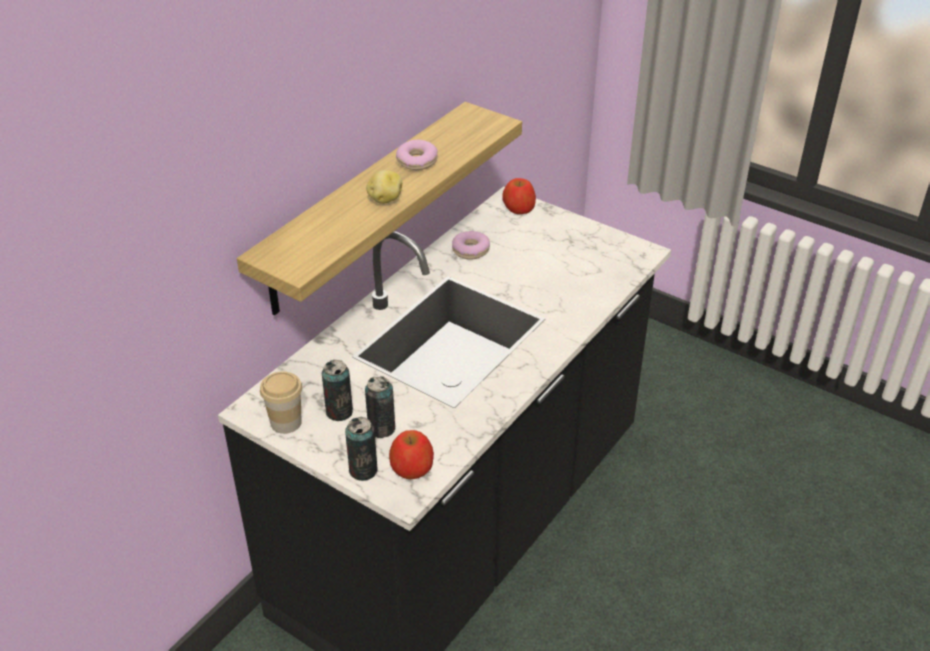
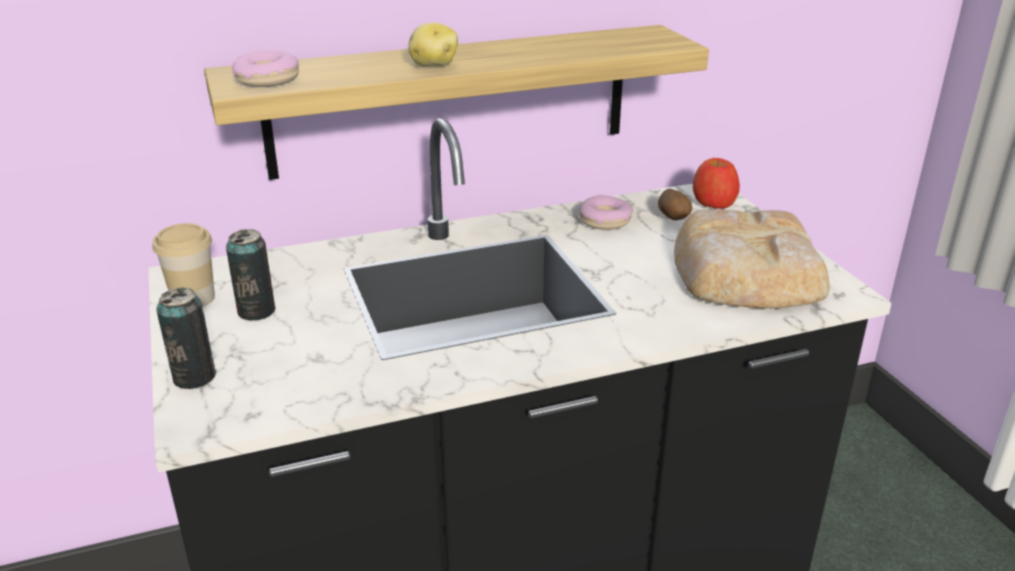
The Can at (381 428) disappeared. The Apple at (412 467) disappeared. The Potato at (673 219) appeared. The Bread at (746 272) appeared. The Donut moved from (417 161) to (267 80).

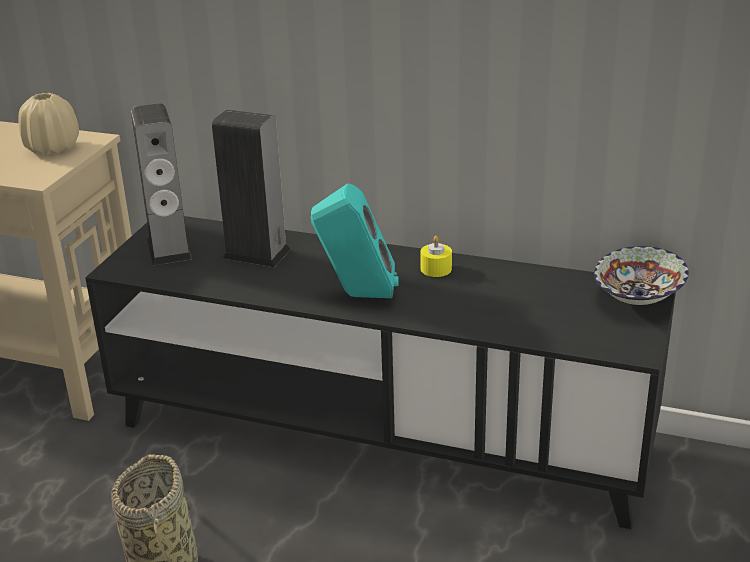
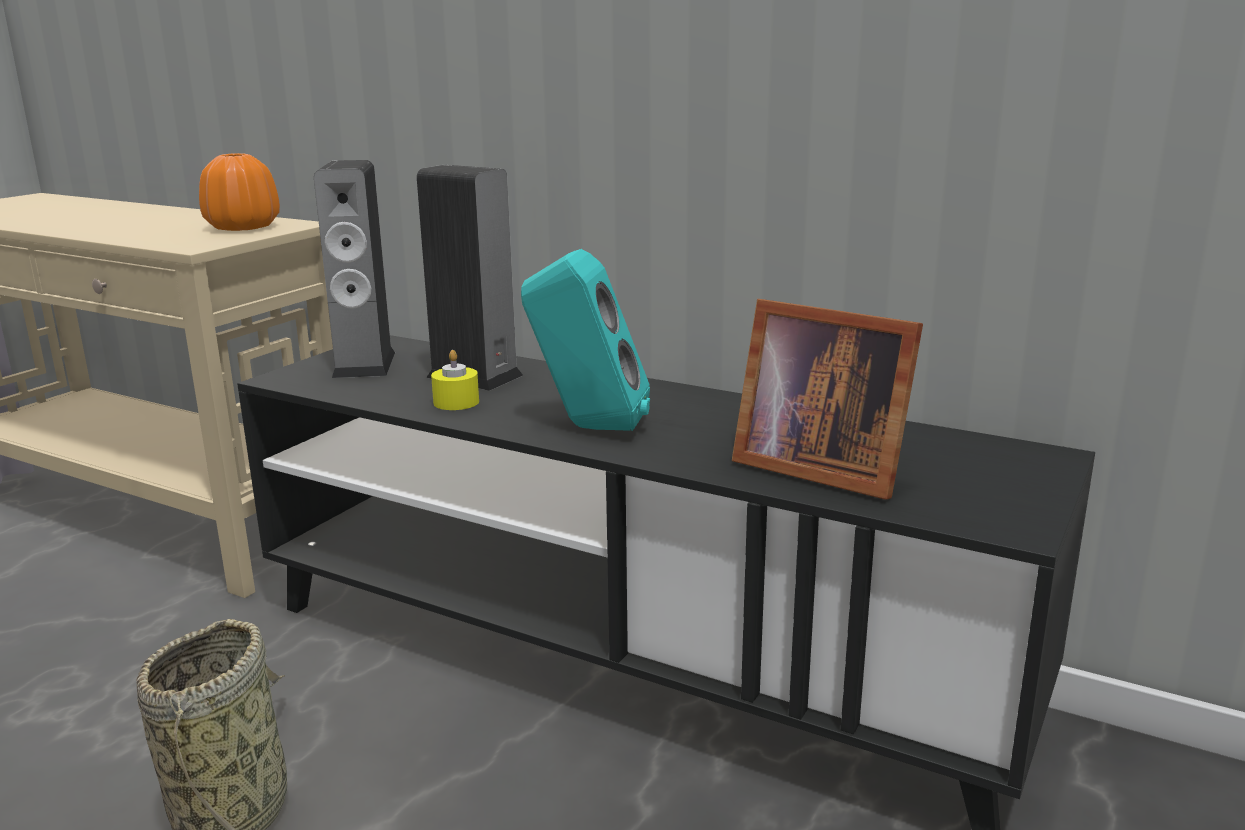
The Bowl at (639 298) disappeared. The PictureFrame at (817 467) appeared. The YellowCandle moved from (436 269) to (456 402). The BeigeVase at (52 148) became the OrangeVase at (243 228).

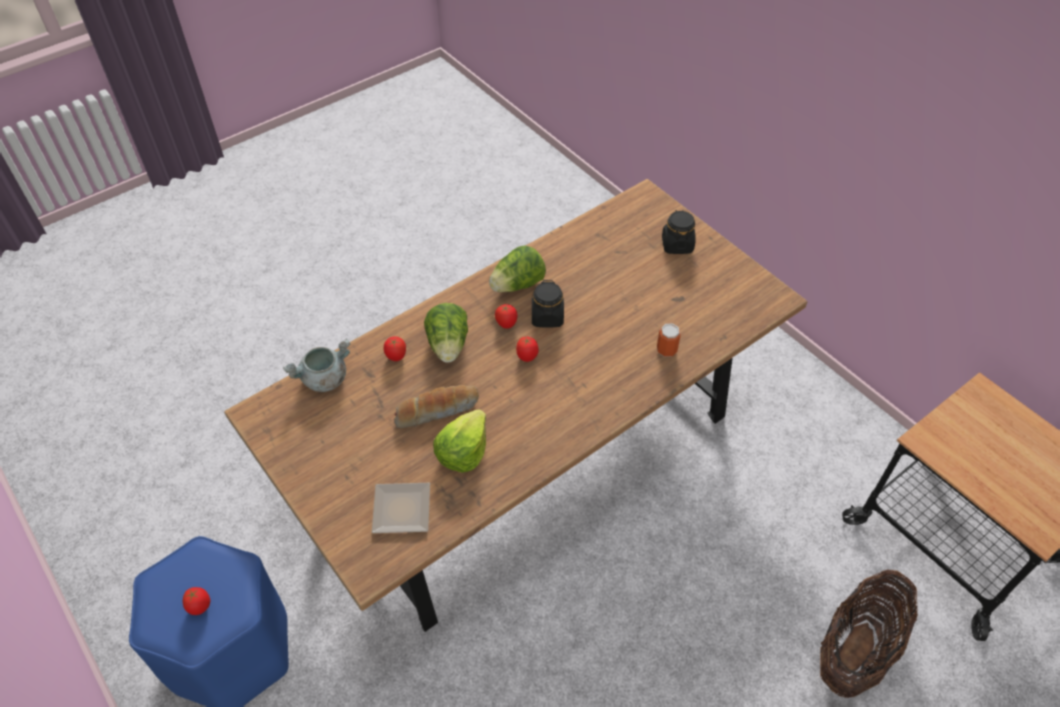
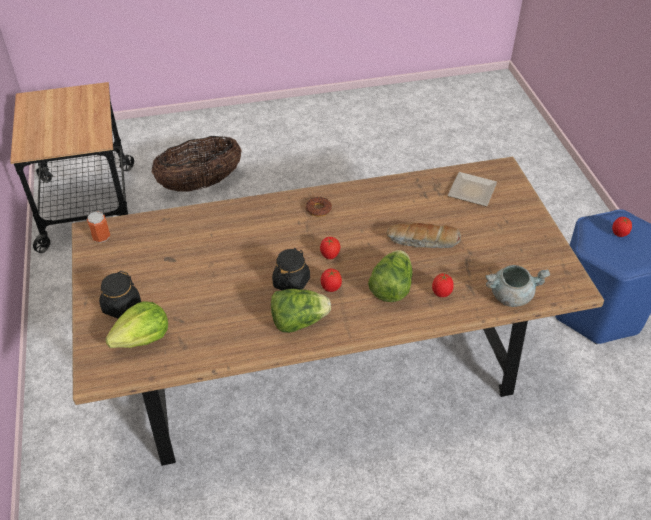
The Donut at (318 209) appeared. The Lettuce moved from (462 451) to (143 338). The Can moved from (666 350) to (101 237).

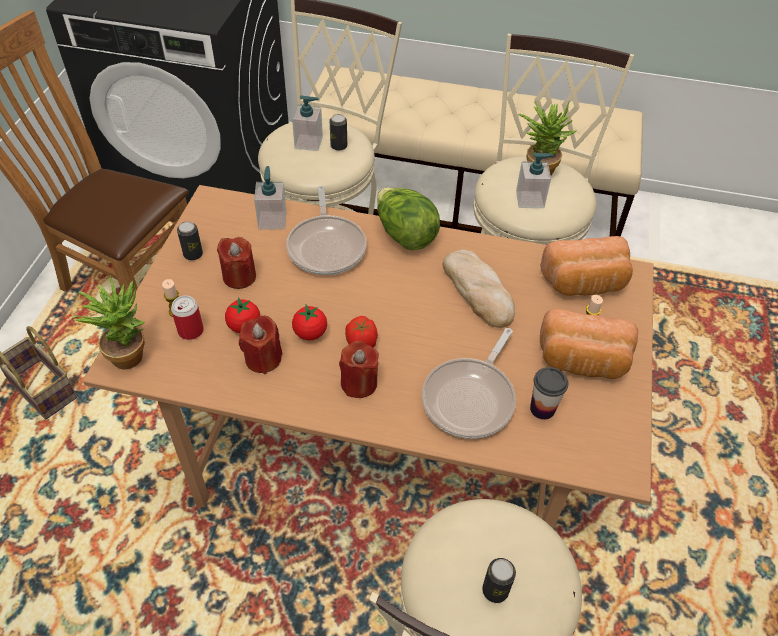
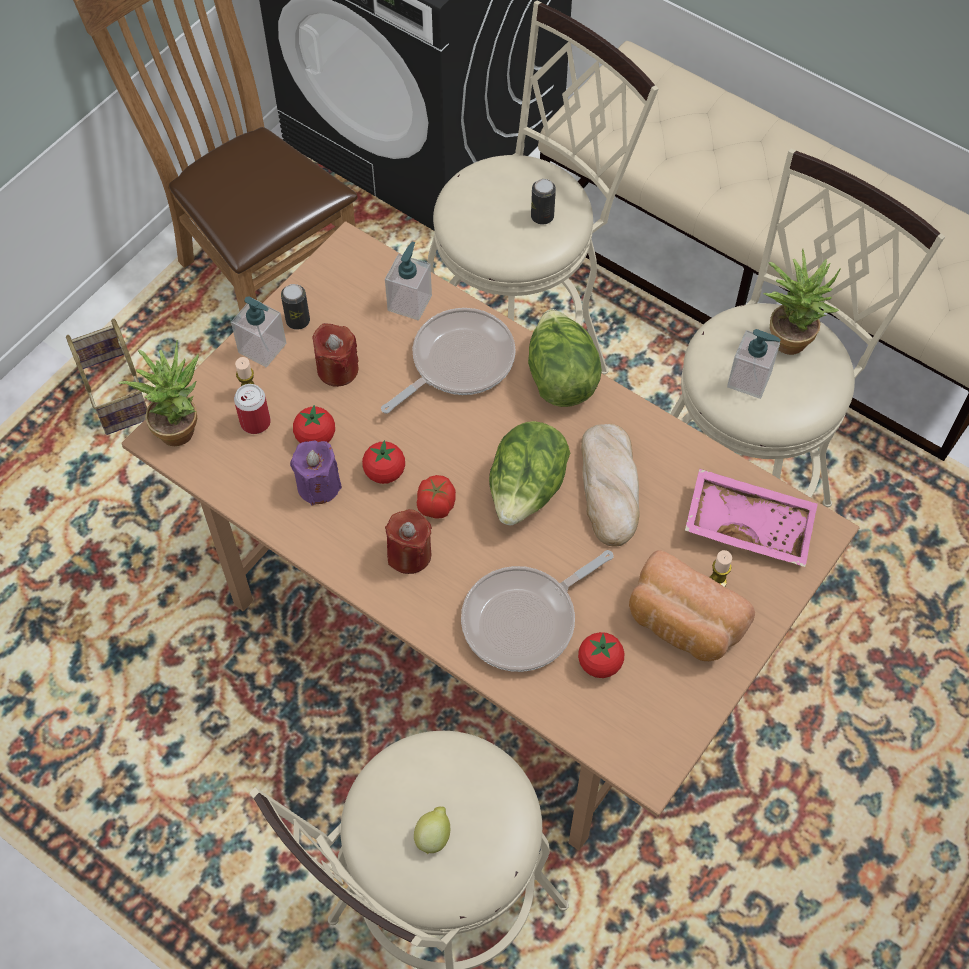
The Lettuce at (526 491) appeared. The SoapDispenser moved from (309 142) to (262 348). The Can at (495 590) was replaced by the Lemon at (433 836). The Cup at (542 409) was replaced by the Tomato at (599 663). The Bread at (584 284) was replaced by the PinkTray at (749 524). The RedCandle at (263 358) became the PurpleCandle at (318 485). The FryingPan at (327 246) turned 150 degrees counterclockwise.

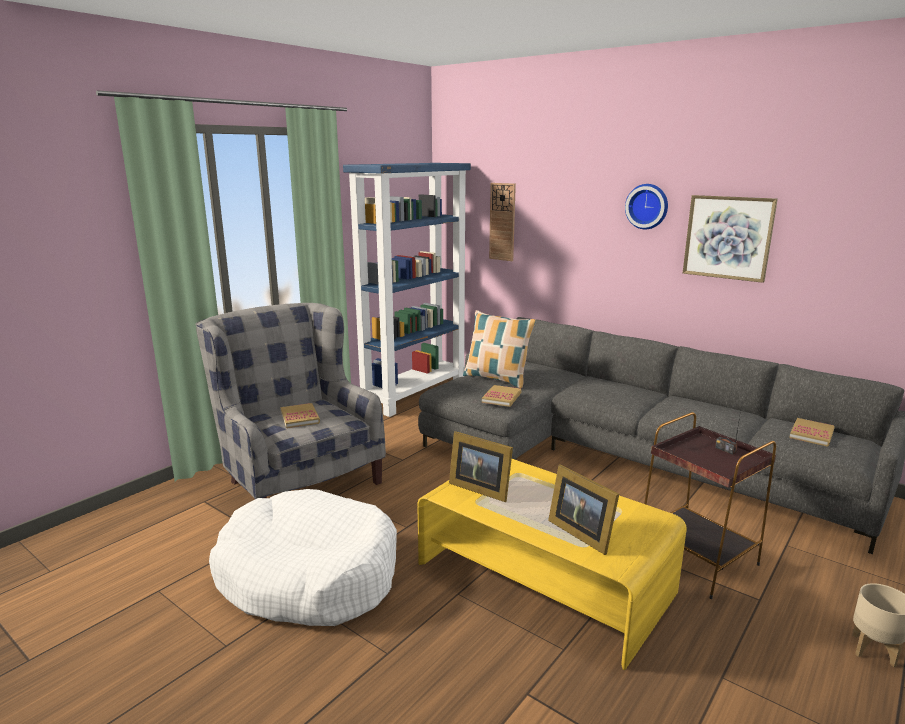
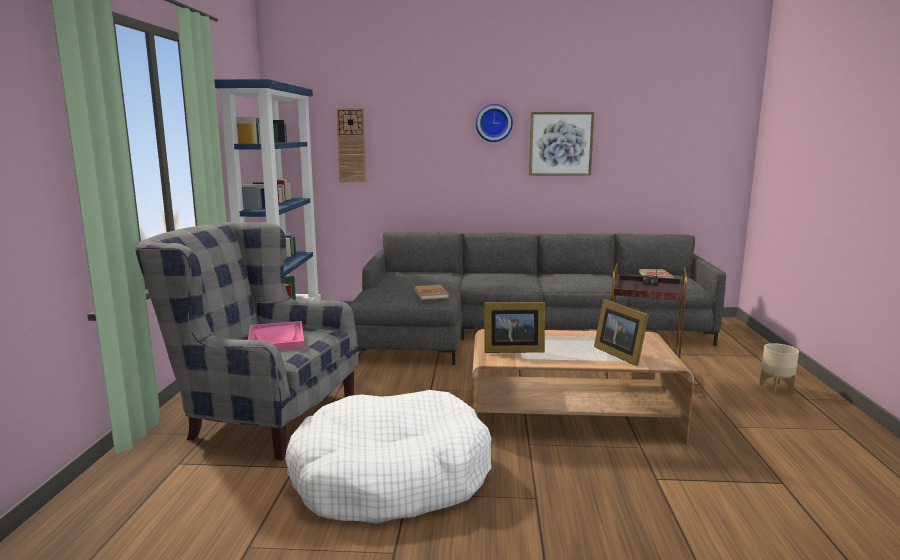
The Pillow at (497 379) disappeared. The Book at (300 417) was replaced by the PinkTray at (276 339). The YellowCoffeeTable at (543 578) became the BrownCoffeeTable at (571 414). The PictureFrame at (580 532) turned 45 degrees clockwise.

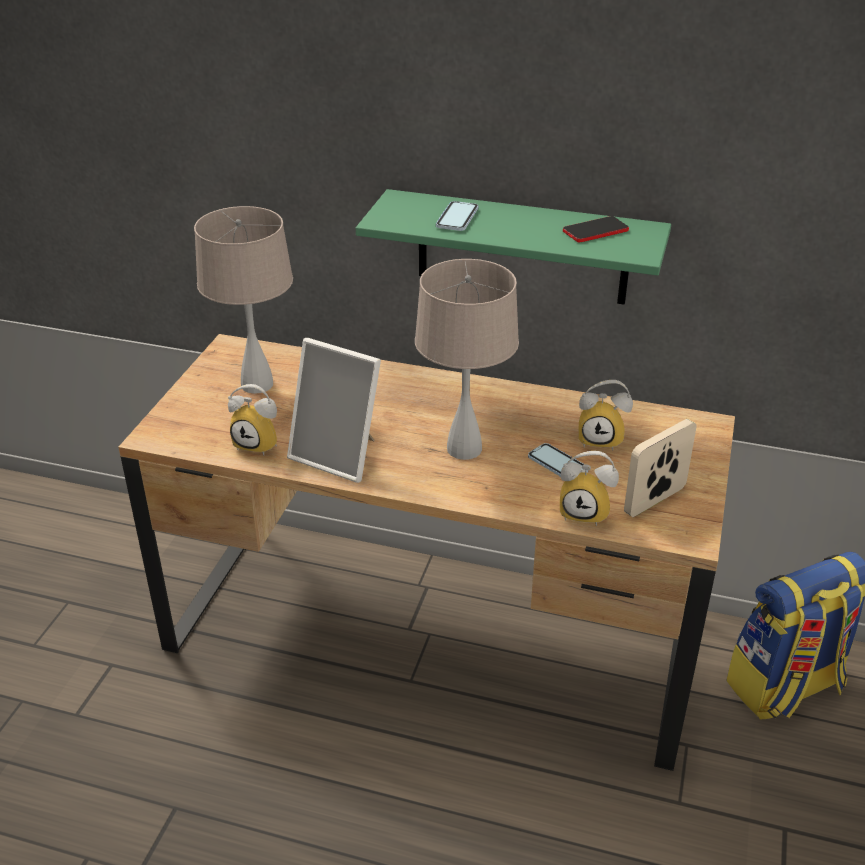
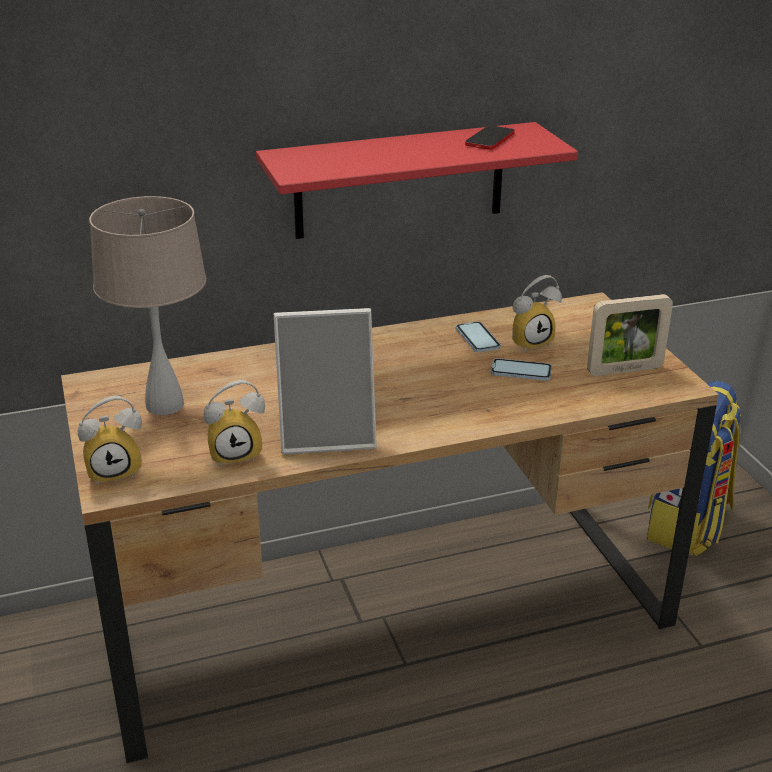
The BeigeTableLamp at (464 449) disappeared. The Phone moved from (457 218) to (477 338). The AlarmClock moved from (586 512) to (116 470). The GreenShelf at (522 248) became the RedShelf at (400 181). The PictureFrame at (654 500) turned 120 degrees counterclockwise.

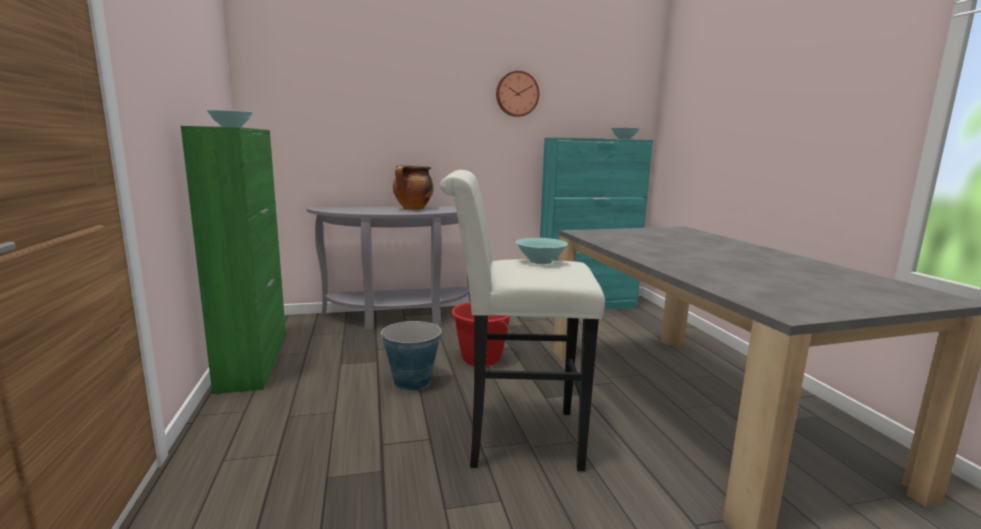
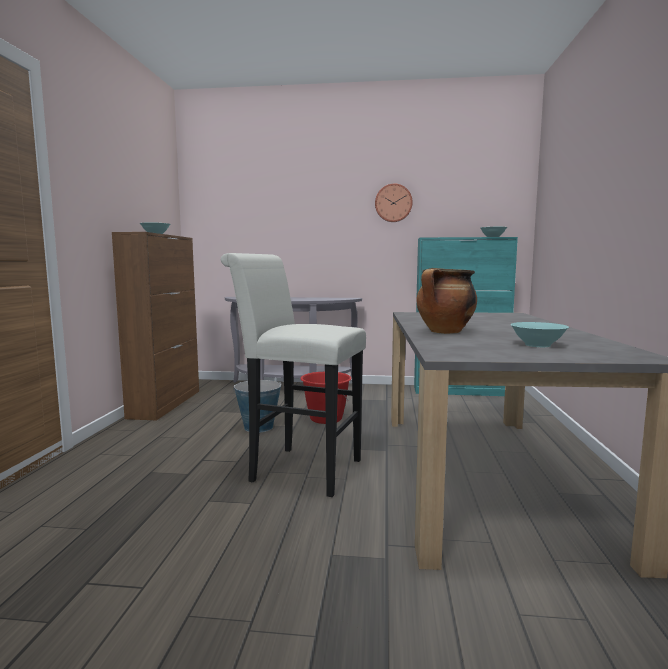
The CookingPot moved from (413 209) to (444 332). The TurquoiseBowl moved from (540 261) to (537 345). The GreenCabinet at (254 360) became the BrownCabinet at (166 403).

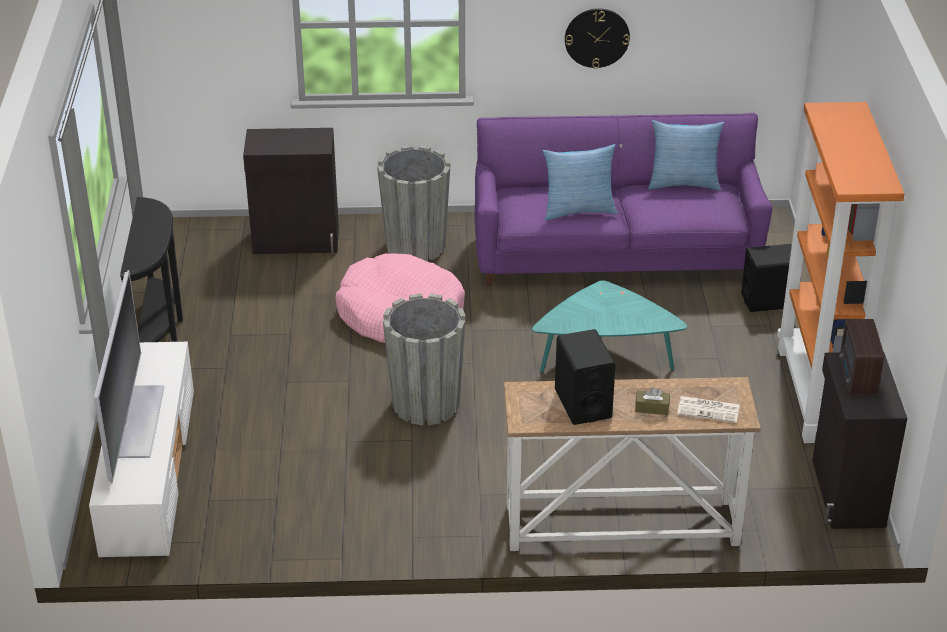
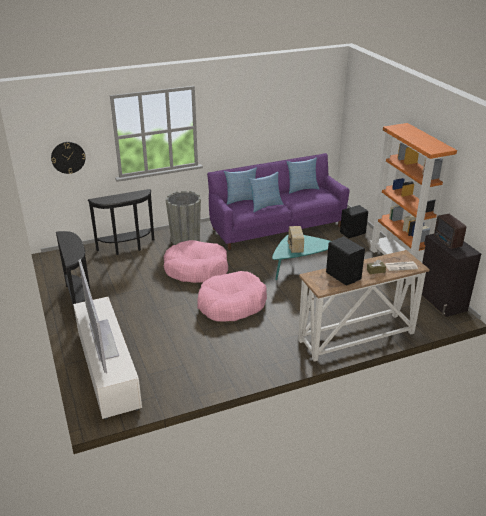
The Pillow at (241 200) appeared. The Radio at (295 247) appeared. The WallClock moved from (597 37) to (68 157). The BlackCabinet at (296 241) was replaced by the BlackConsoleTable at (127 248). The GreyPlanter at (426 403) was replaced by the PinkDogBed at (231 304).

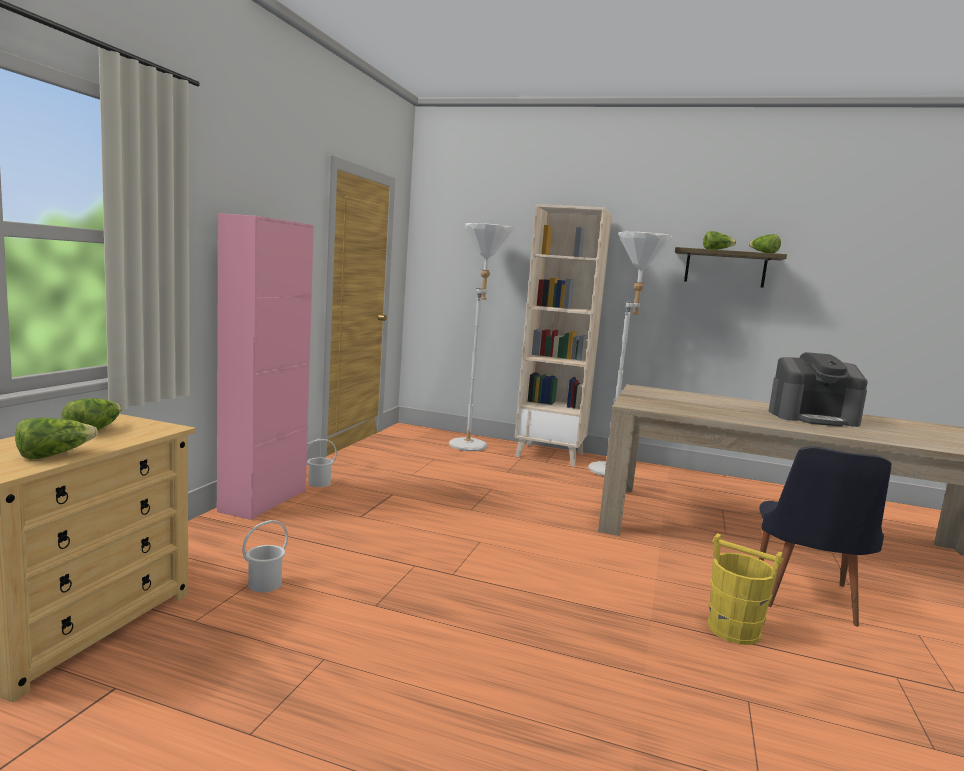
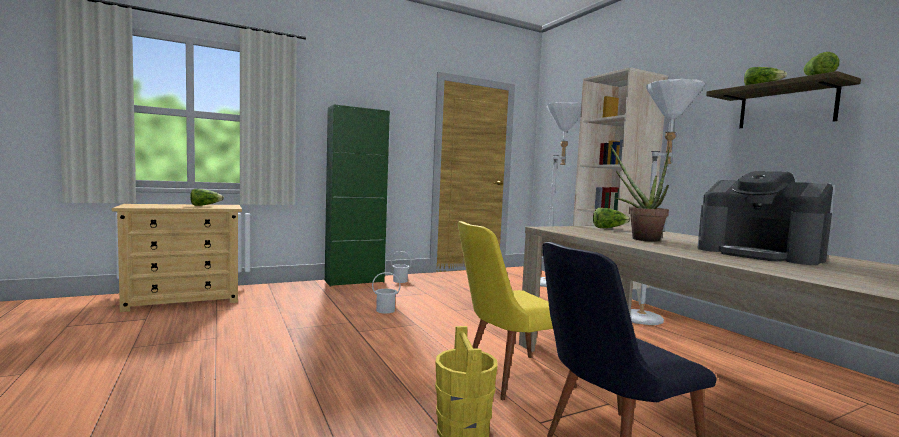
The YellowChair at (507 377) appeared. The PottedPlant at (639 238) appeared. The Lettuce moved from (54 455) to (609 228). The WhiteBucket moved from (264 584) to (385 310). The PinkCabinet at (263 501) became the GreenCabinet at (354 281).

